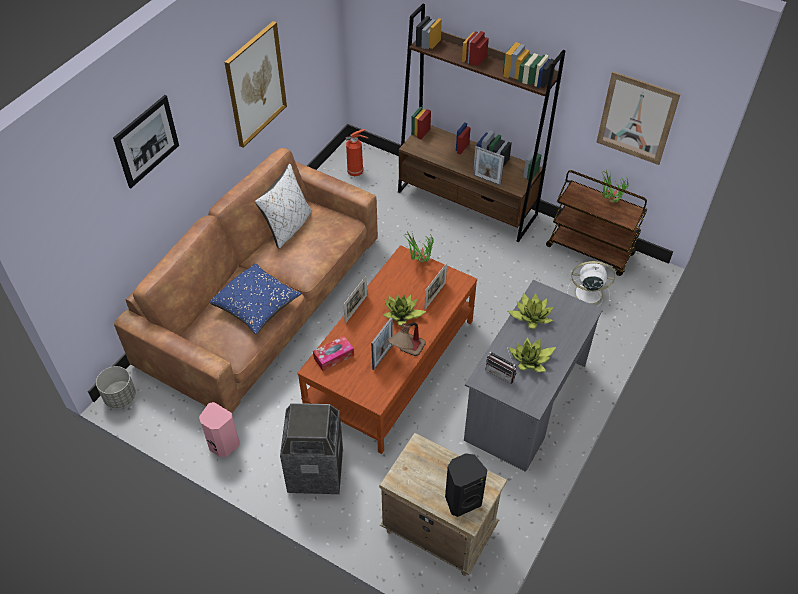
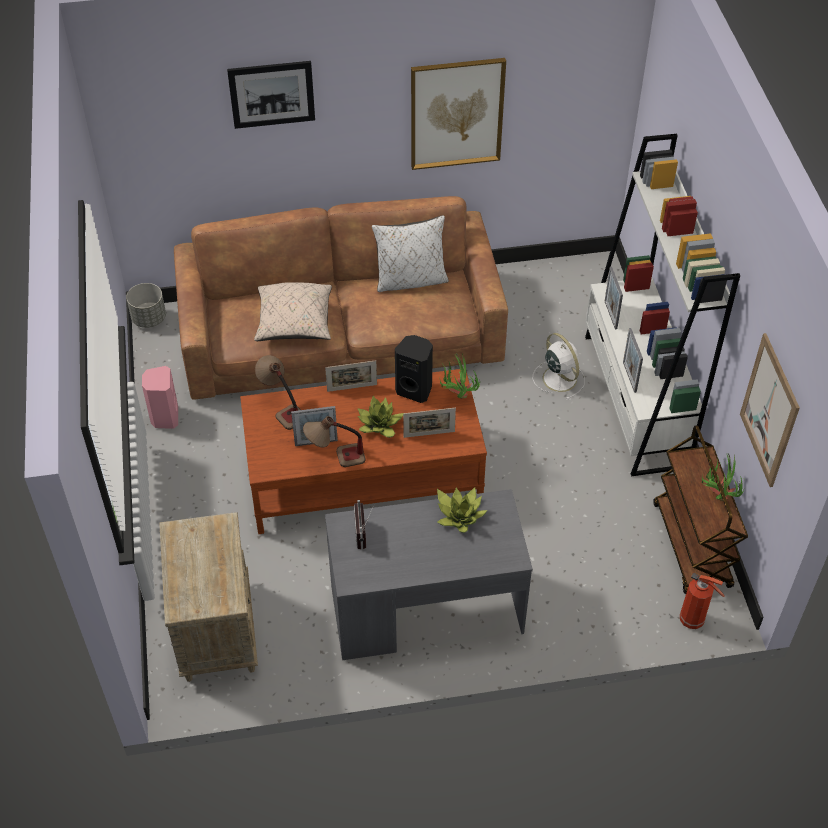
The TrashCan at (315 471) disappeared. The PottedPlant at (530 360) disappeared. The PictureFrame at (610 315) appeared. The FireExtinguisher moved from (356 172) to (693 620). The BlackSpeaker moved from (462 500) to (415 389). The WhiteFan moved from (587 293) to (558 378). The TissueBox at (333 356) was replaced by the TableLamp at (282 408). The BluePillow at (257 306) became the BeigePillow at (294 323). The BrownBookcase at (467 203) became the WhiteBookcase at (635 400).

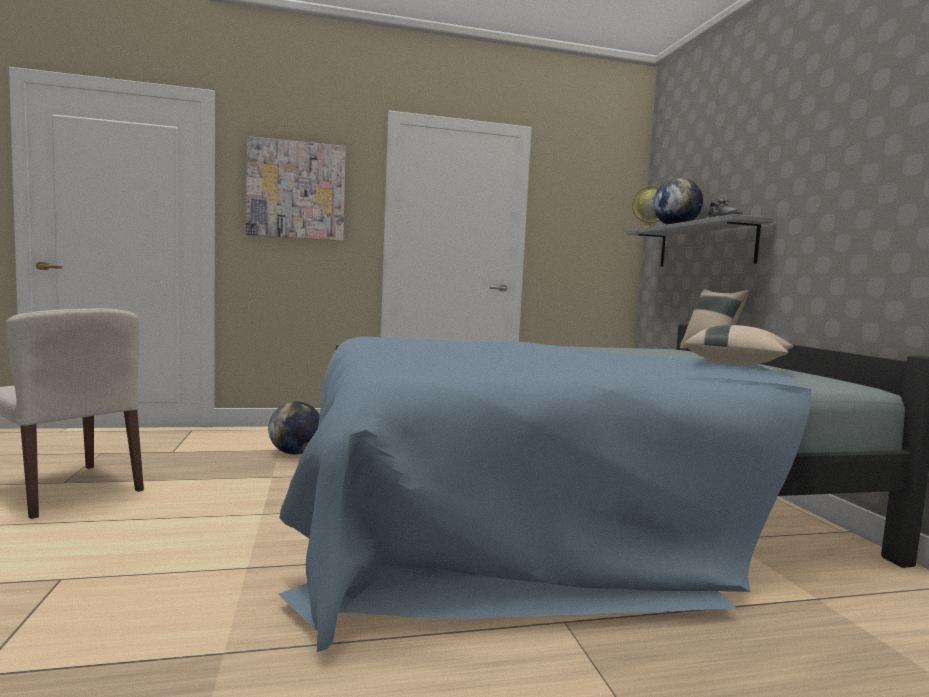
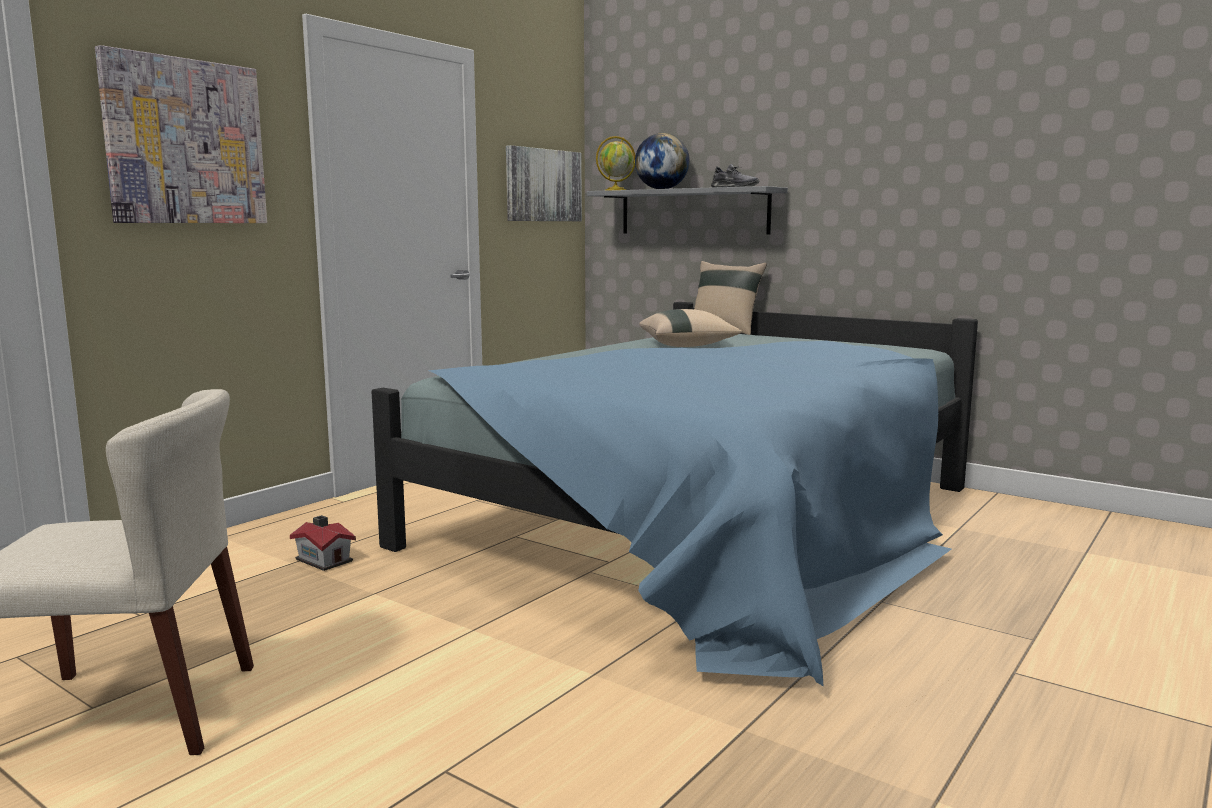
The Picture at (543 185) appeared. The BeigePillow moved from (738 364) to (688 346). The Globe at (295 453) was replaced by the ToyHouse at (324 559).

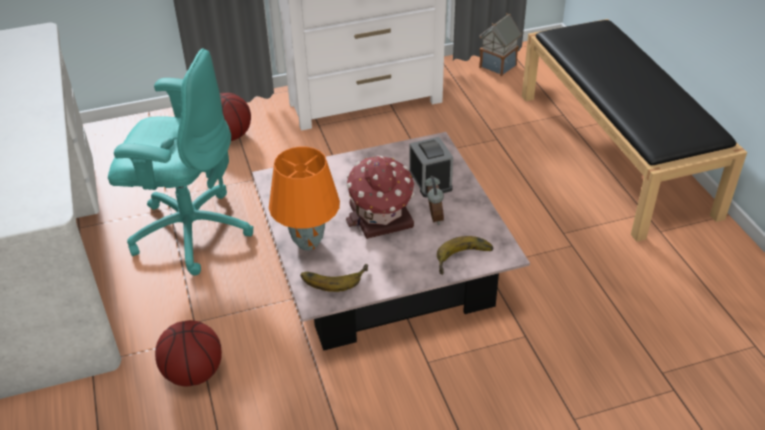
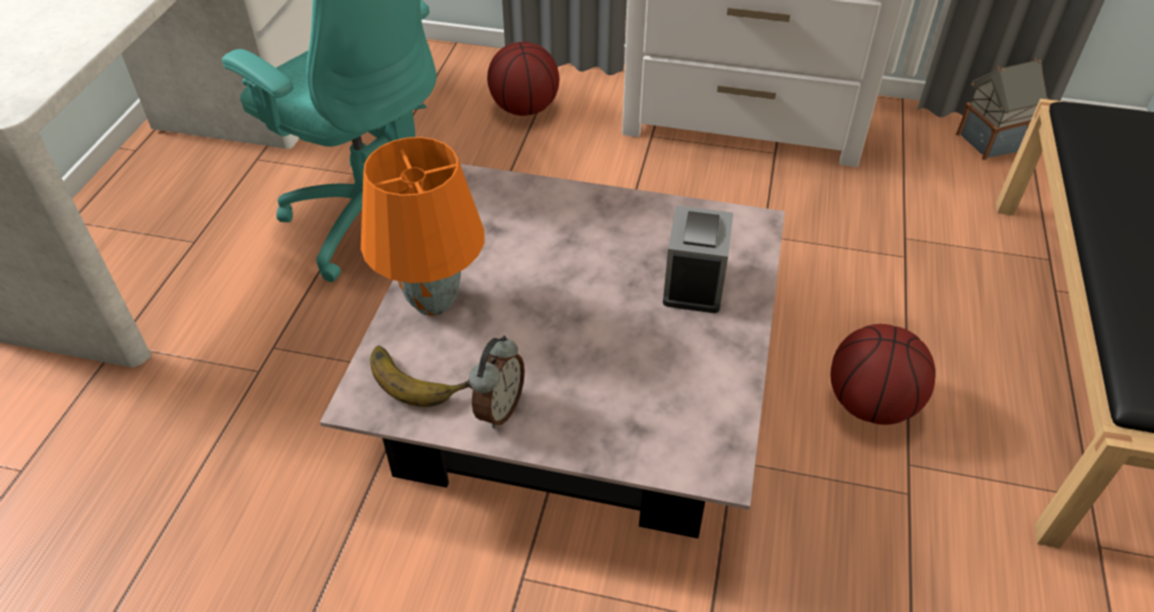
The ToyHouse at (381 218) disappeared. The Banana at (465 260) disappeared. The Basketball moved from (193 373) to (870 403). The AlarmClock moved from (433 217) to (498 409).

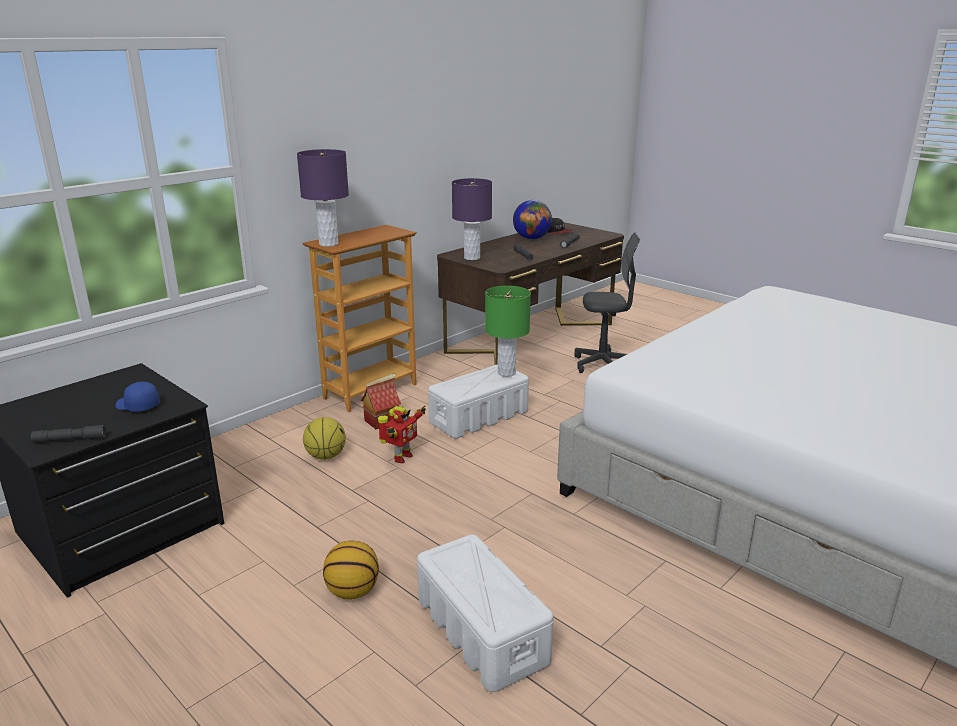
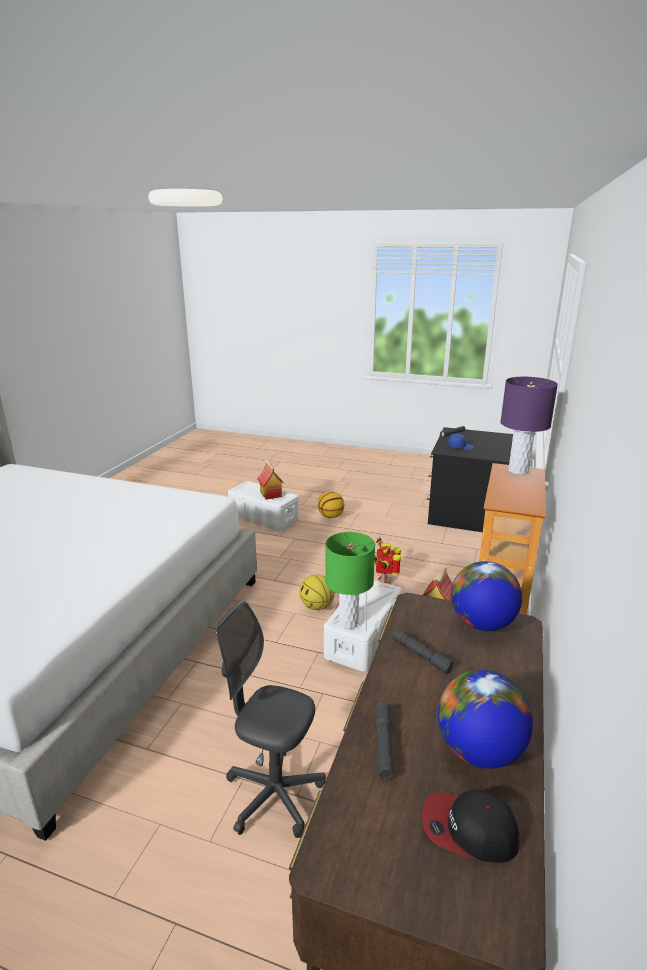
The ToyHouse at (270 494) appeared. The Basketball moved from (326 456) to (317 606). The PurpleTableLamp at (472 258) was replaced by the Globe at (482 623). The GreyOfficeChair at (603 365) turned 45 degrees clockwise.

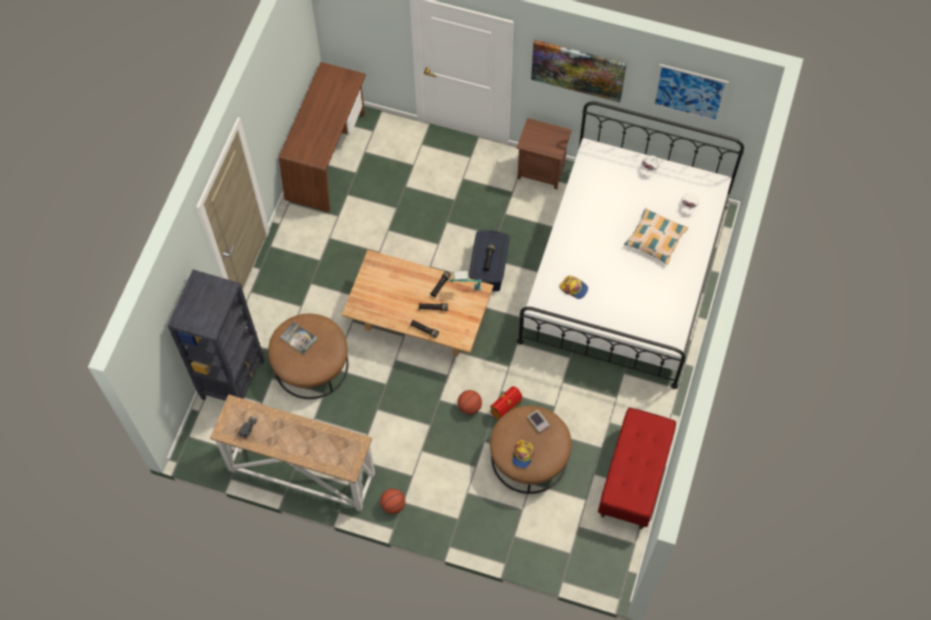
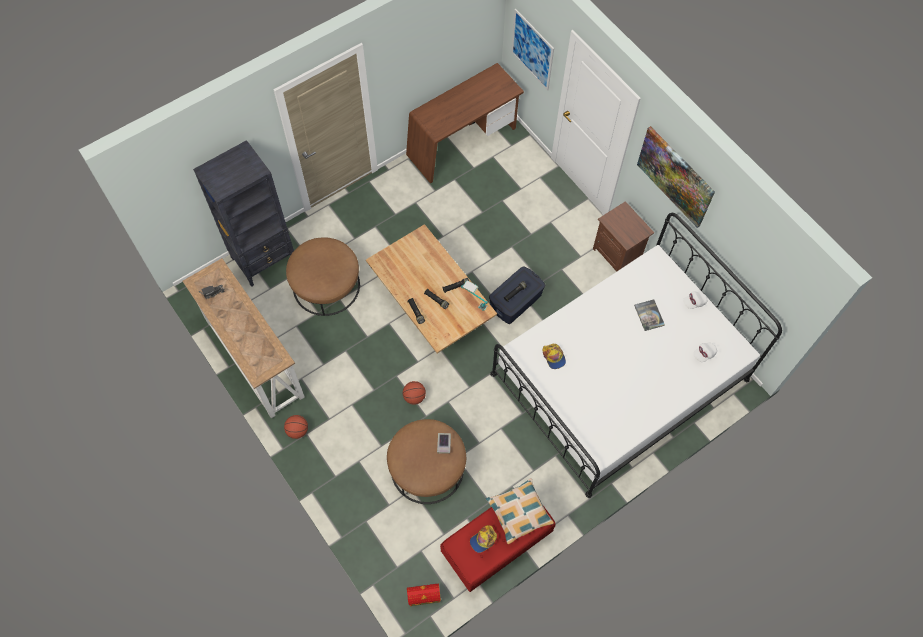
The Book moved from (298 338) to (649 315). The ToyHouse moved from (506 407) to (425 596). The Cap moved from (523 455) to (483 539). The Pillow moved from (655 239) to (519 512). The Picture moved from (689 93) to (532 50).

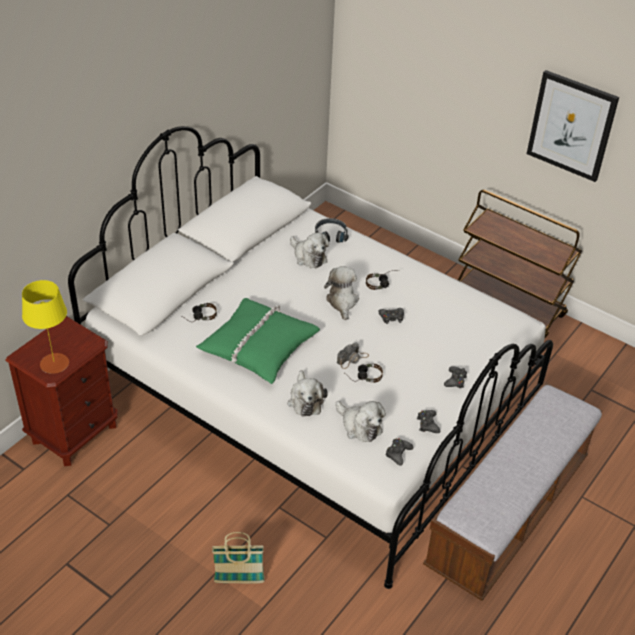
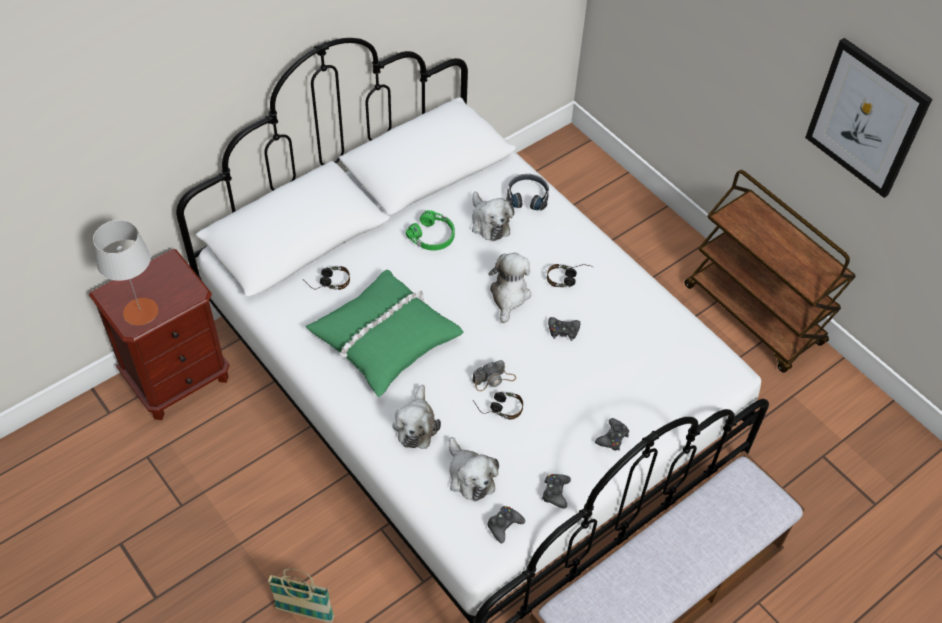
The GreenHeadphones at (433 236) appeared. The YellowTableLamp at (54 363) became the GreyTableLamp at (140 311).

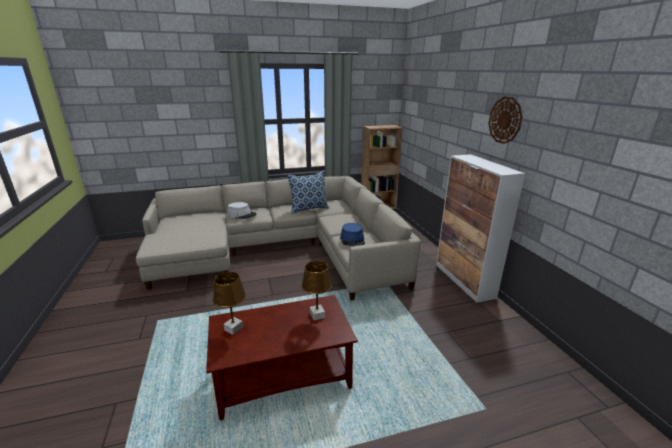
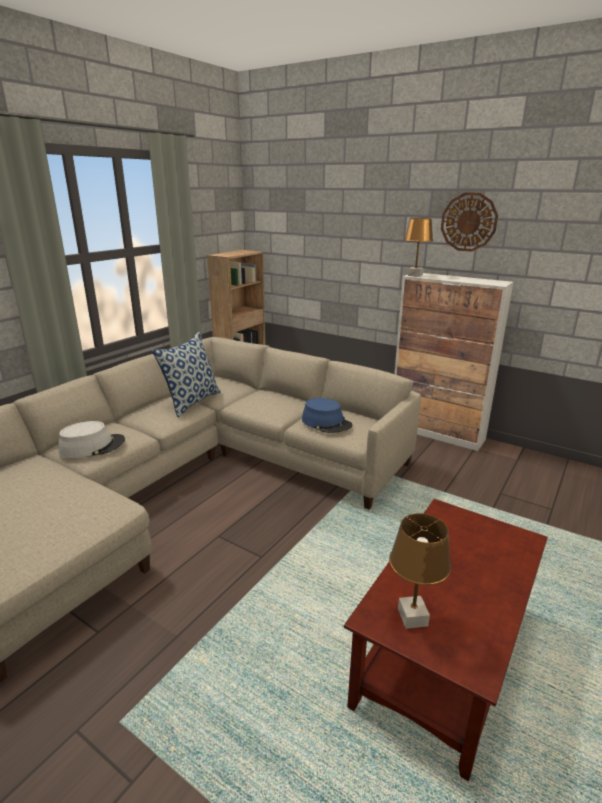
The BrownTableLamp moved from (317 315) to (415 275).

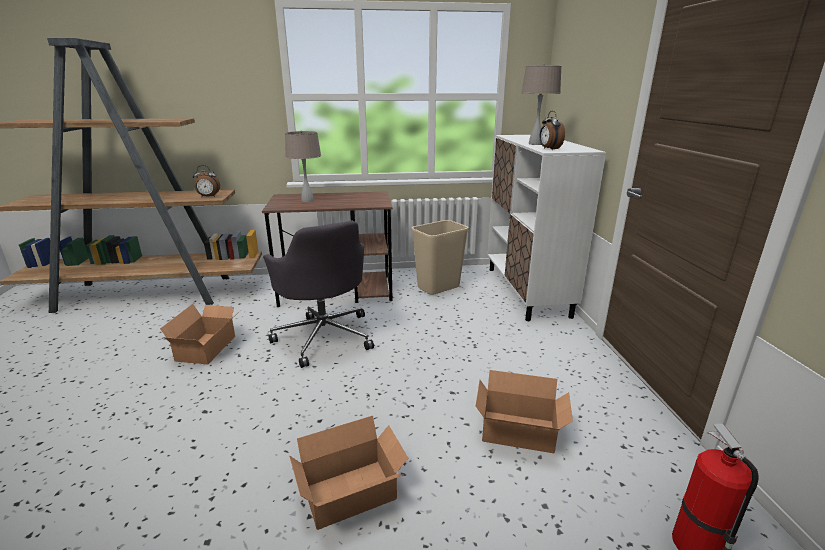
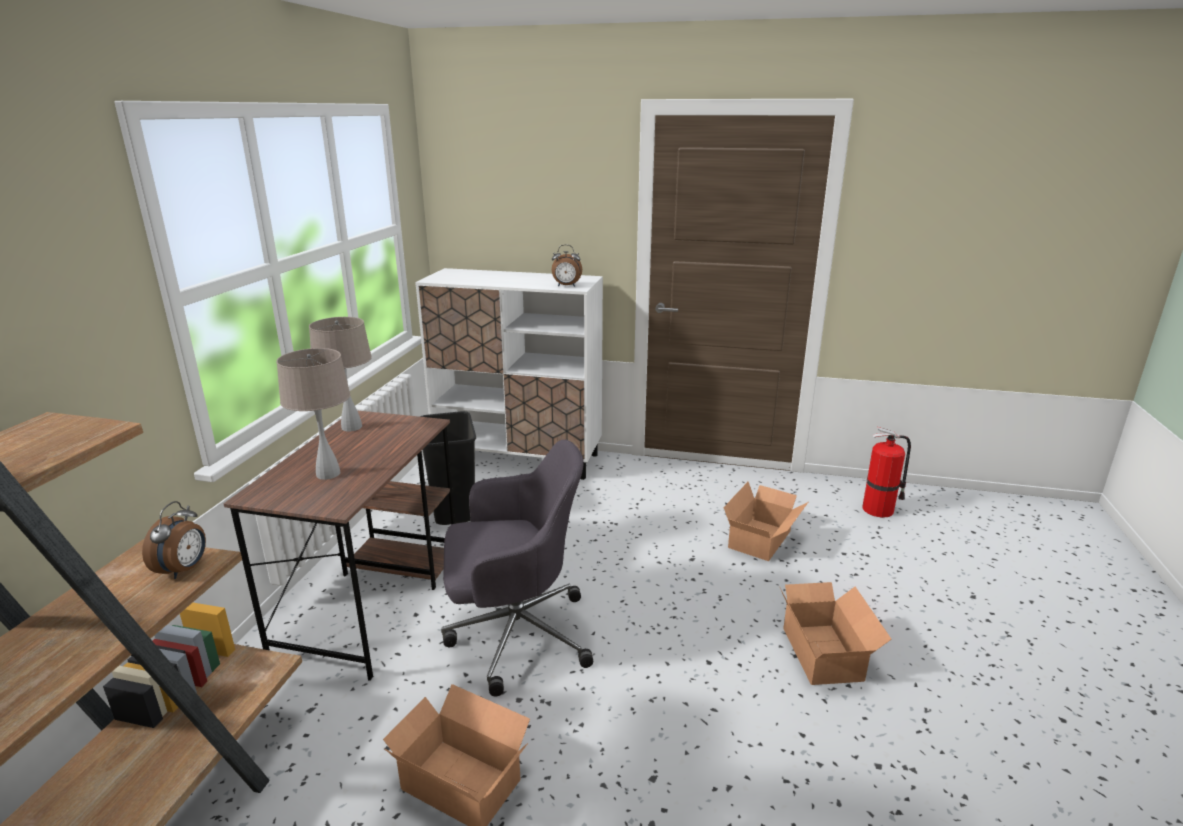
The BeigeTableLamp moved from (535 144) to (352 427). The BeigeTrashCan at (438 288) became the BlackTrashCan at (454 511).

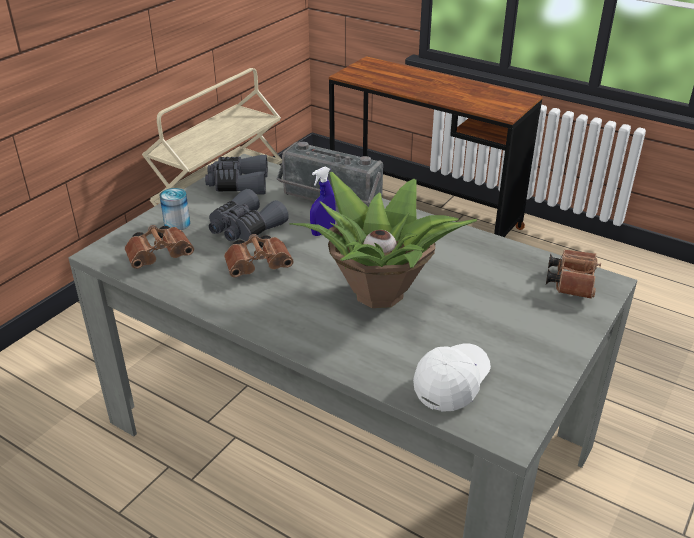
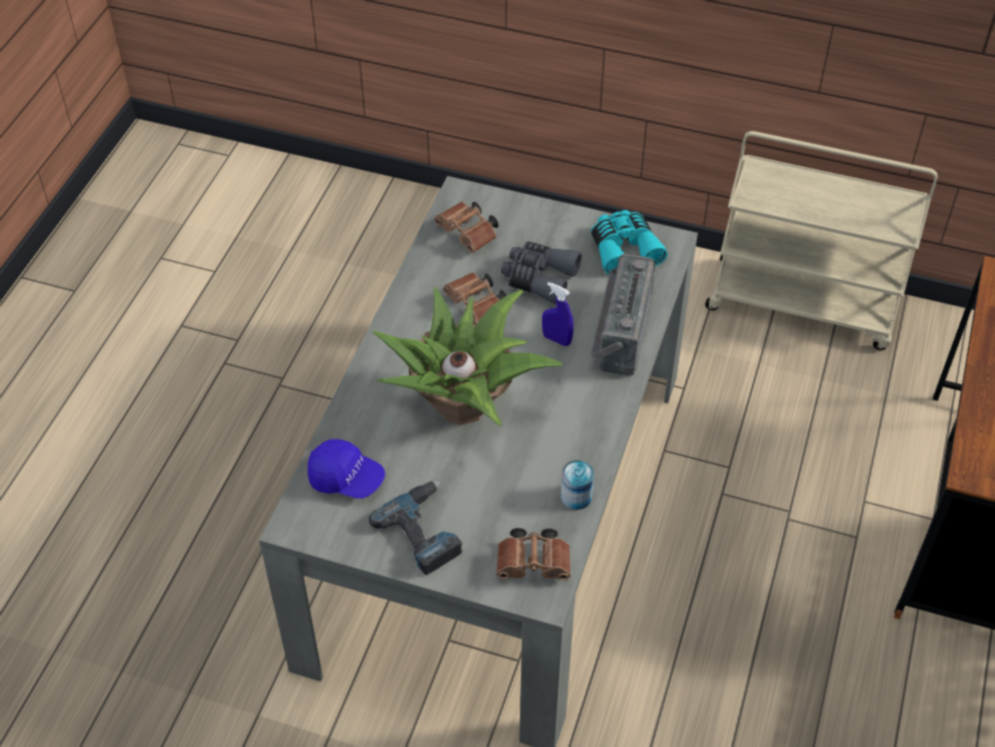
The PowerDrill at (425 531) appeared. The Can moved from (177 224) to (576 497). The GreyBinoculars at (238 184) became the TurquoiseBinoculars at (624 248). The WhiteCap at (451 383) became the BlueCap at (346 479).

